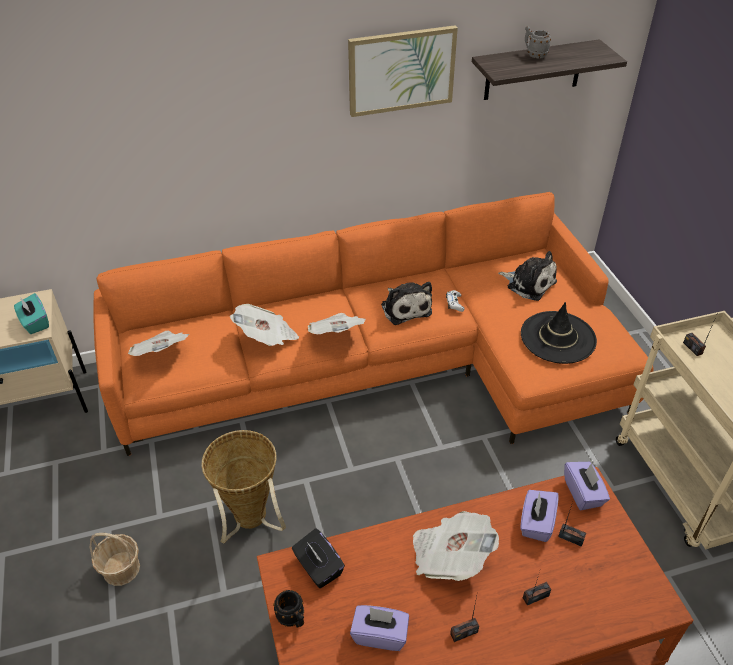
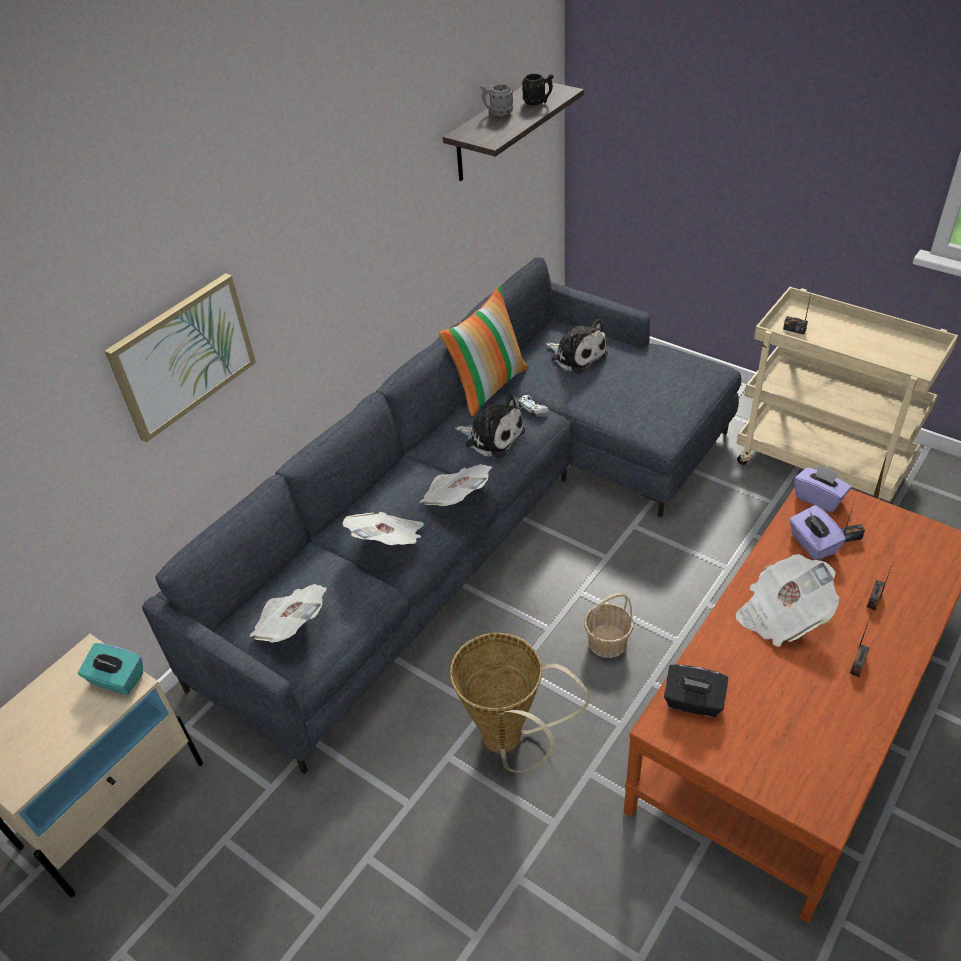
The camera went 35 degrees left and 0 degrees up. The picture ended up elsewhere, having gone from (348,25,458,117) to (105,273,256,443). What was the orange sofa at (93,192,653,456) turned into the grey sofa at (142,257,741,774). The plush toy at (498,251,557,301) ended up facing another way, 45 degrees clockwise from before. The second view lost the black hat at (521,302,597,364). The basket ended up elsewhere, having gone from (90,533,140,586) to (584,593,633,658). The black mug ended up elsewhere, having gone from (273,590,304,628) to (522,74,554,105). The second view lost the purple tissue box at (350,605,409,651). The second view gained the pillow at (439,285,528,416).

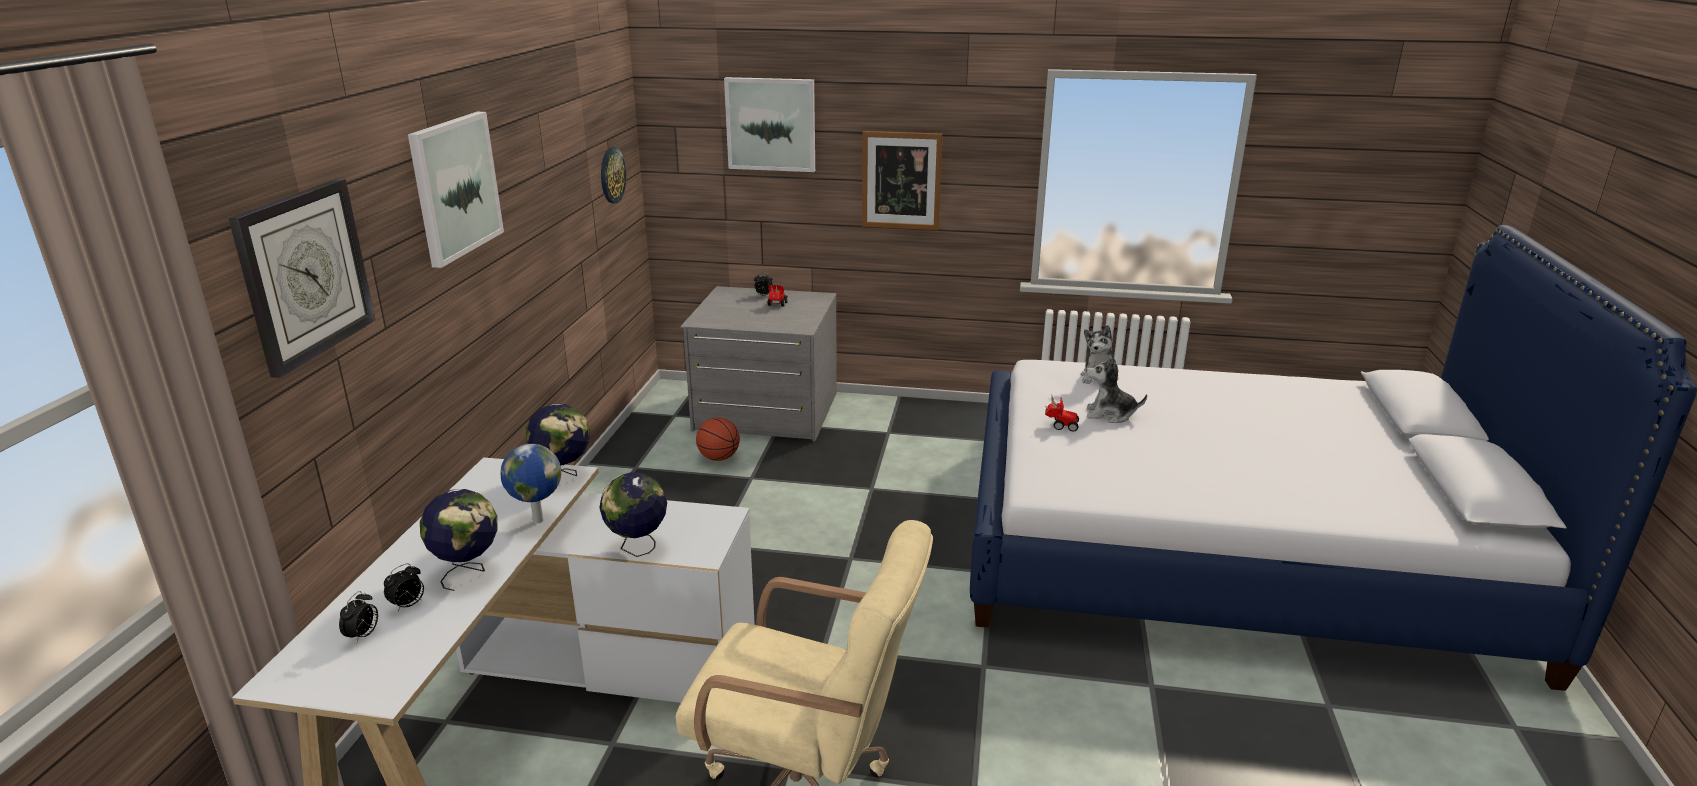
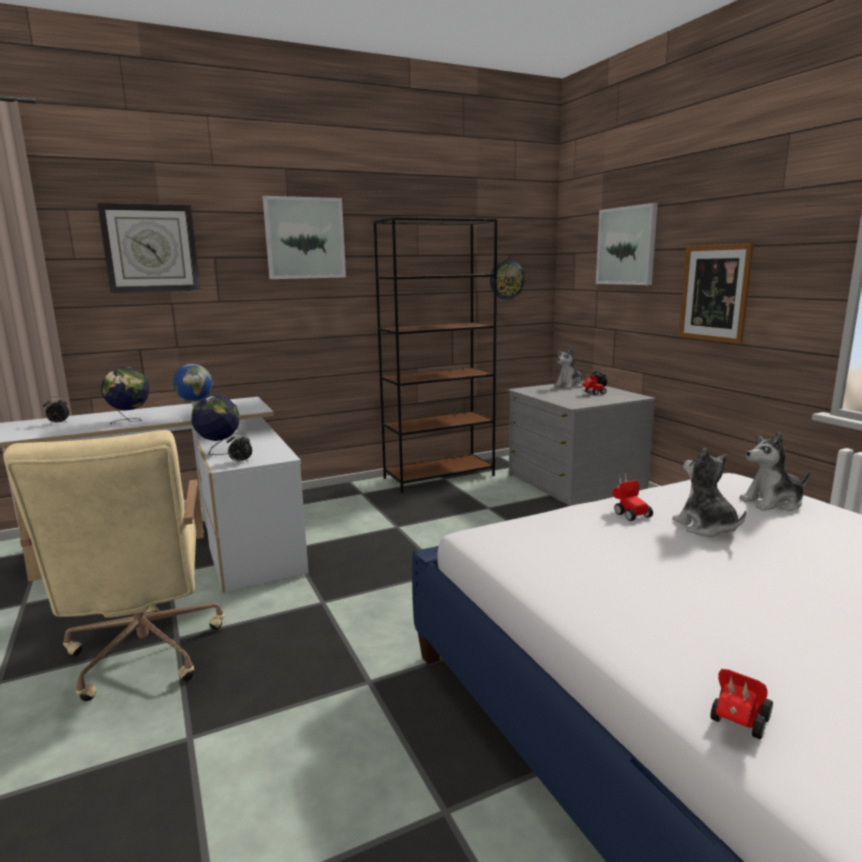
The camera went 55 degrees right and 10 degrees down. The second view lost the globe at (526,404,590,476). The second view lost the basketball at (696,417,740,461). The alarm clock ended up elsewhere, having gone from (384,563,424,611) to (227,433,252,462). The second view gained the brown bookcase at (373,217,497,493). The second view gained the plush toy at (554,346,583,389). The second view gained the toy car at (710,669,773,739).

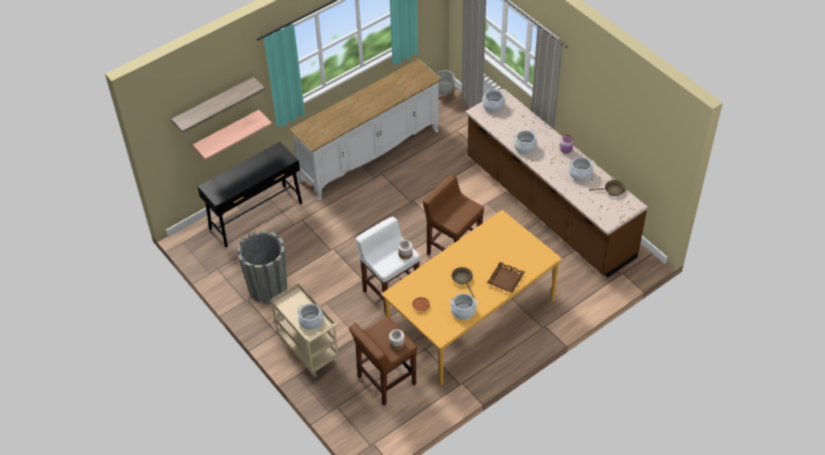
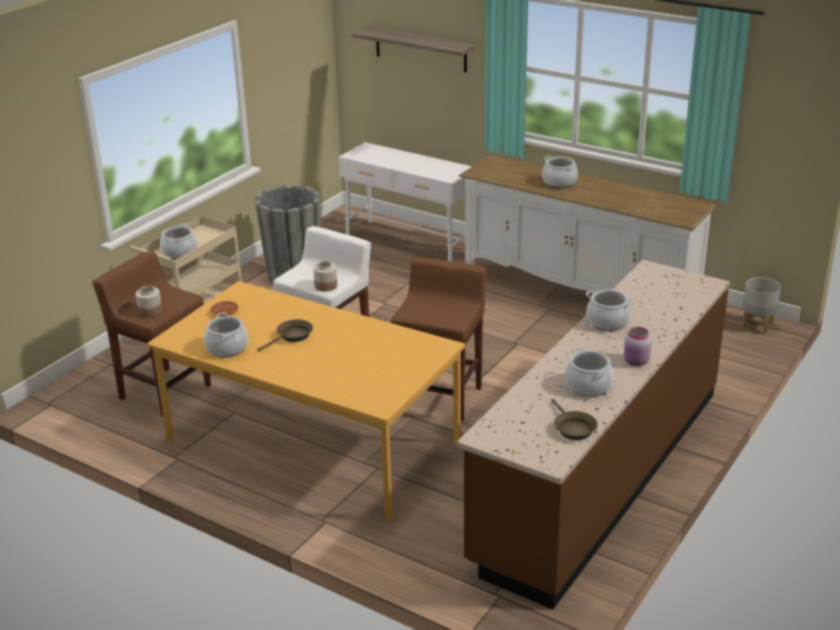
The camera went 70 degrees right and 20 degrees down. The cooking pot ended up elsewhere, having gone from (482,89,506,113) to (542,156,578,188). The second view lost the shelf at (192,110,272,160). What was the black console table at (198,142,302,247) turned into the white console table at (338,142,472,262). The second view lost the brown tray at (487,262,525,293).

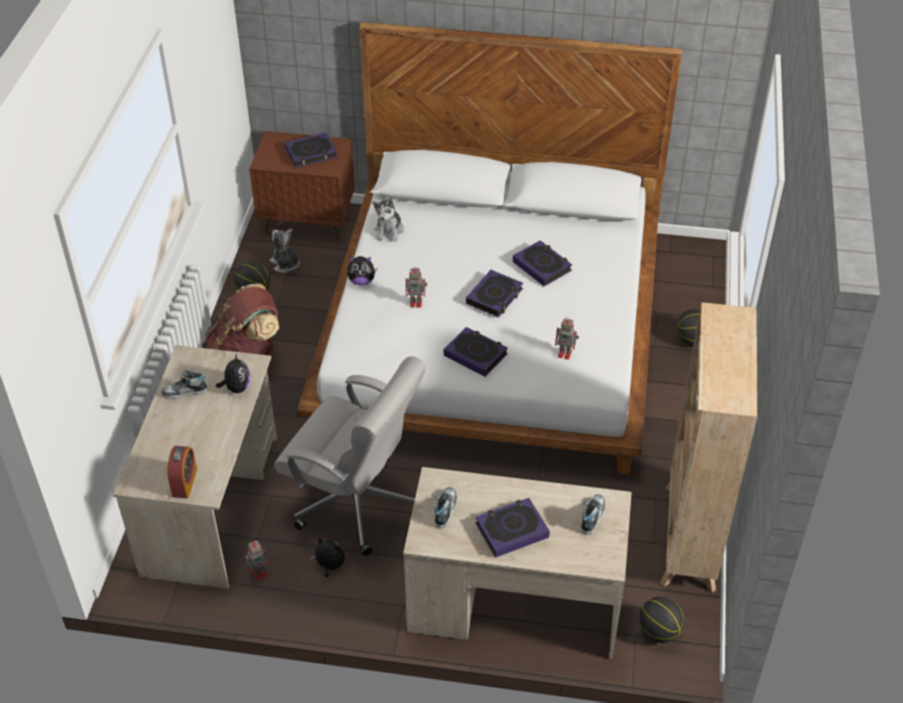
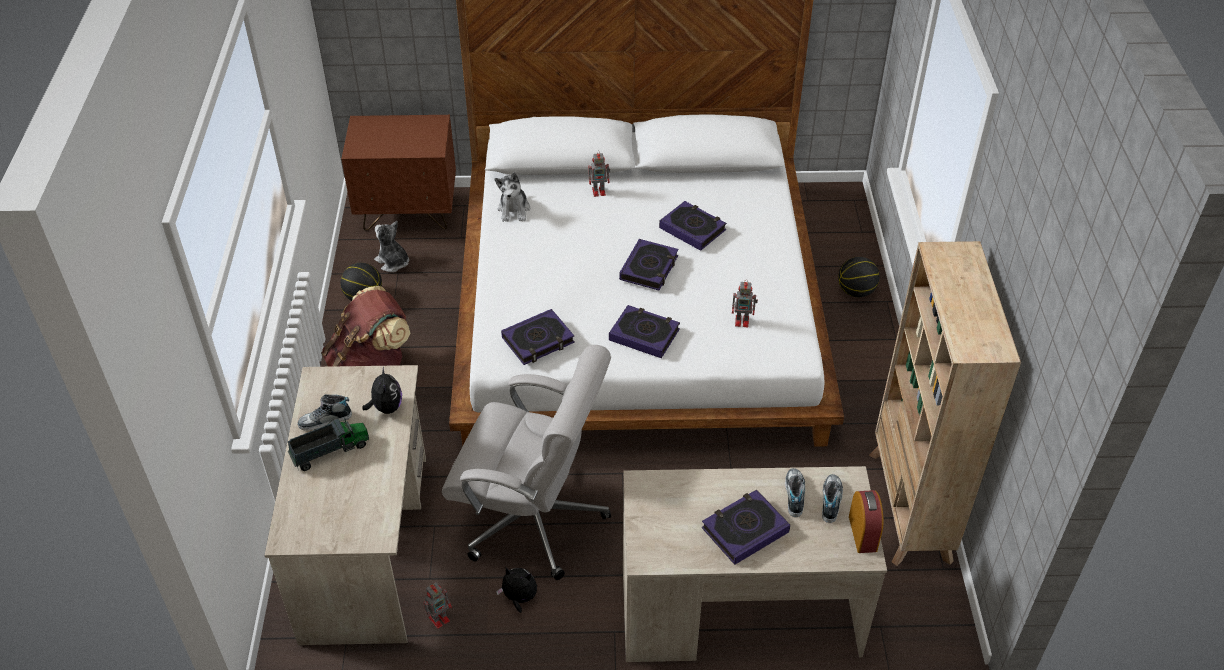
The camera went 10 degrees left and 0 degrees up. The book ended up elsewhere, having gone from (284,132,337,168) to (501,309,575,365). The second view lost the plush toy at (347,256,377,285). The toy robot ended up elsewhere, having gone from (406,266,427,308) to (588,151,610,197). The alarm clock ended up elsewhere, having gone from (167,446,197,498) to (849,490,883,553). The shoe ended up elsewhere, having gone from (434,487,457,529) to (785,468,805,517). The second view lost the basketball at (639,596,685,643). The second view gained the toy truck at (288,418,369,471).

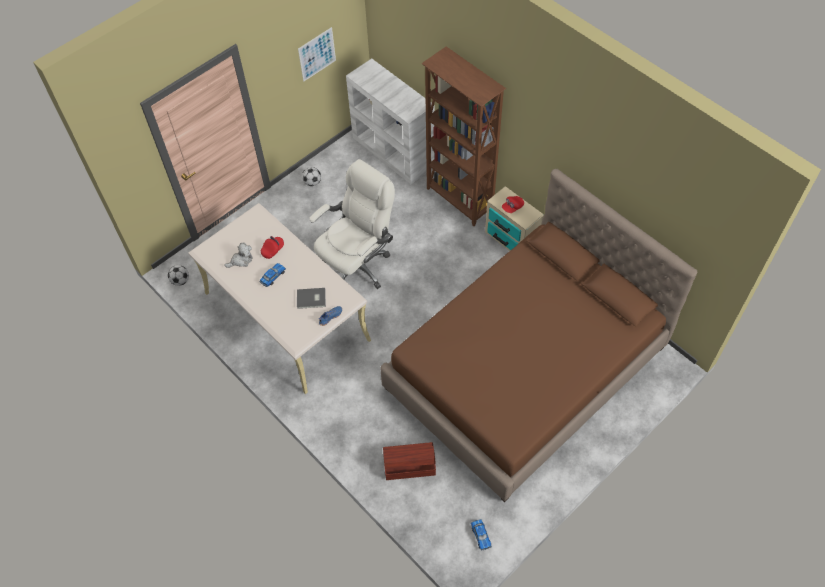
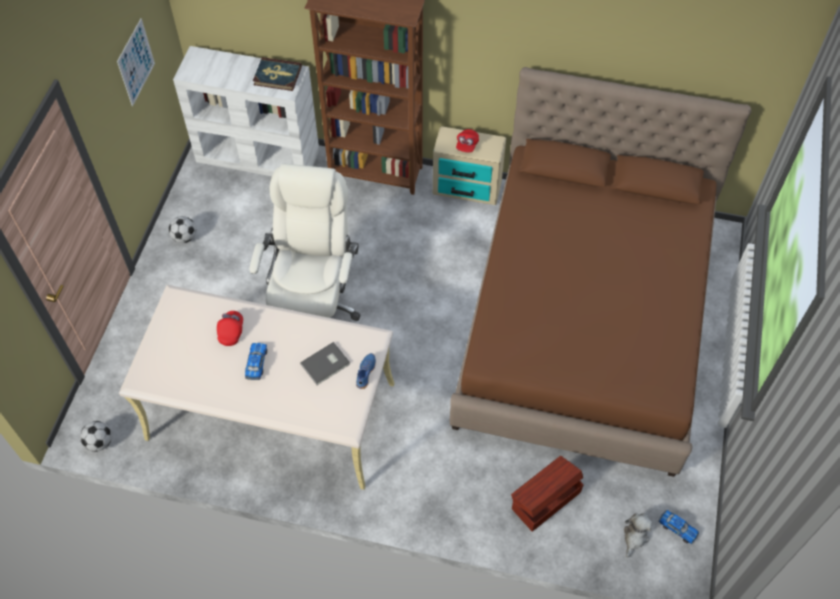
The camera went 35 degrees left and 0 degrees up. The plush toy ended up elsewhere, having gone from (224,243,253,268) to (624,513,652,557). The second view gained the book at (253,57,302,91).

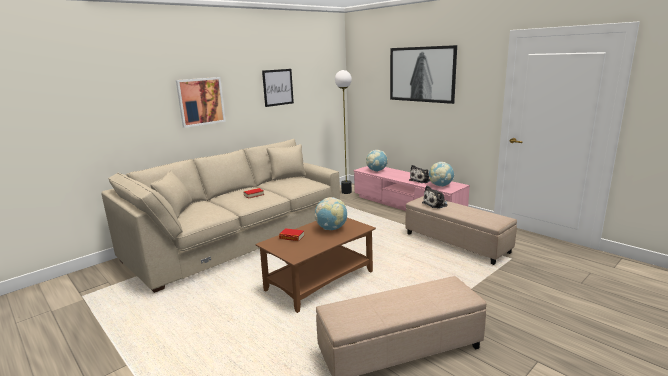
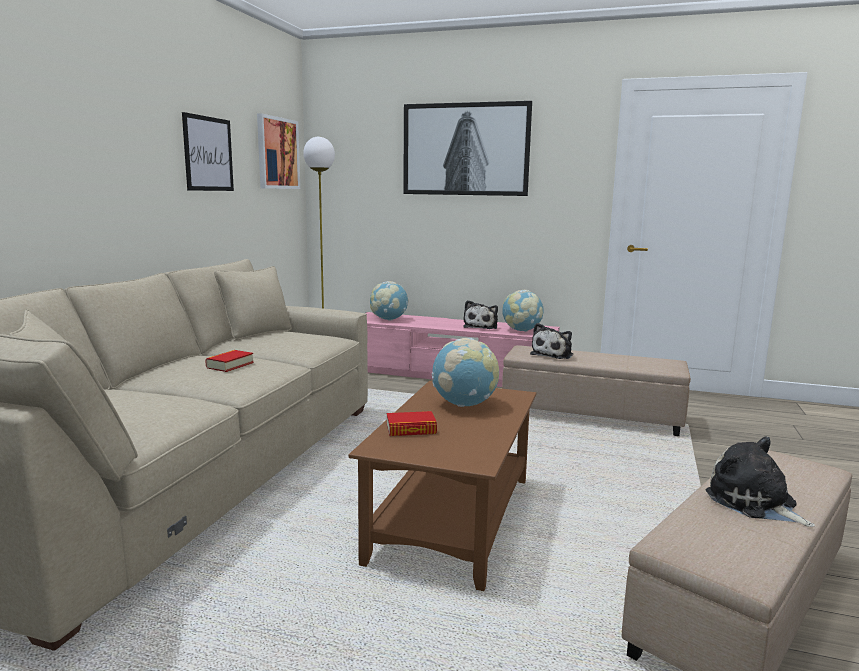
The camera went 30 degrees left and 5 degrees down. The picture ended up elsewhere, having gone from (176,77,226,128) to (257,113,300,189). The second view gained the plush toy at (706,436,815,527).

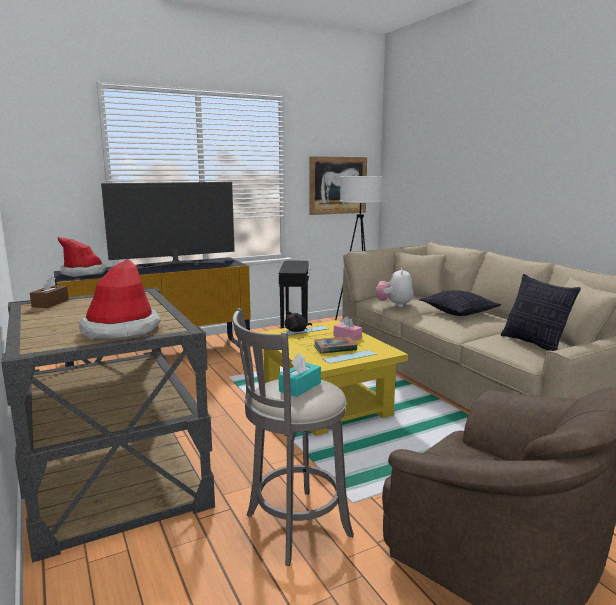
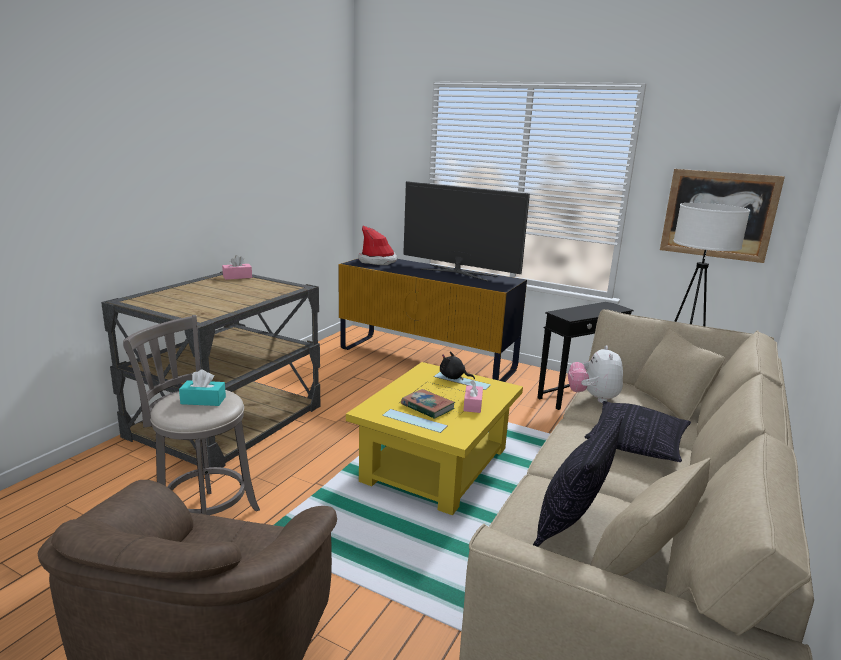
The camera went 55 degrees right and 5 degrees up. The second view lost the hat at (79,259,160,339). The plush toy at (376,268,413,307) ended up facing another way, 60 degrees counterclockwise from before. What was the brown tissue box at (30,275,69,308) turned into the pink tissue box at (222,255,252,280).

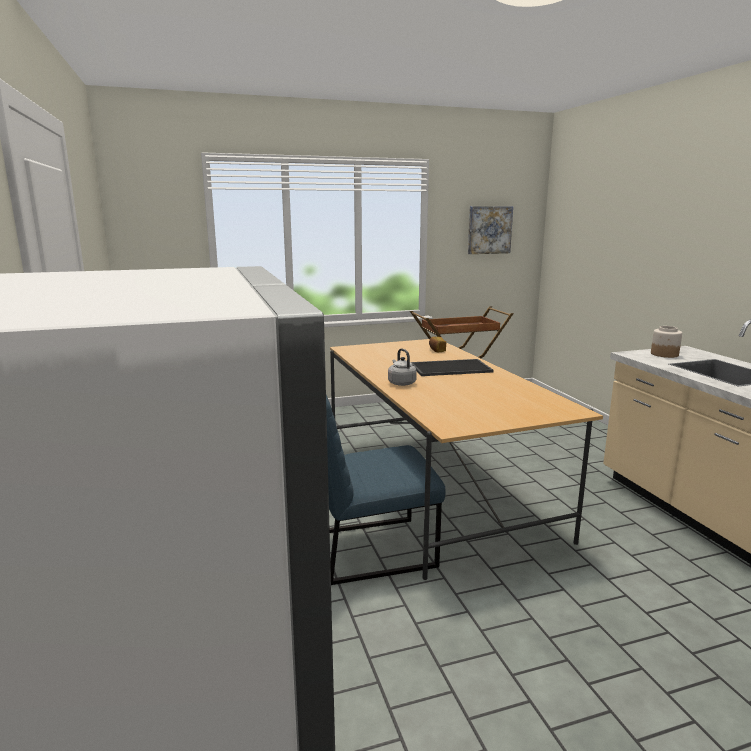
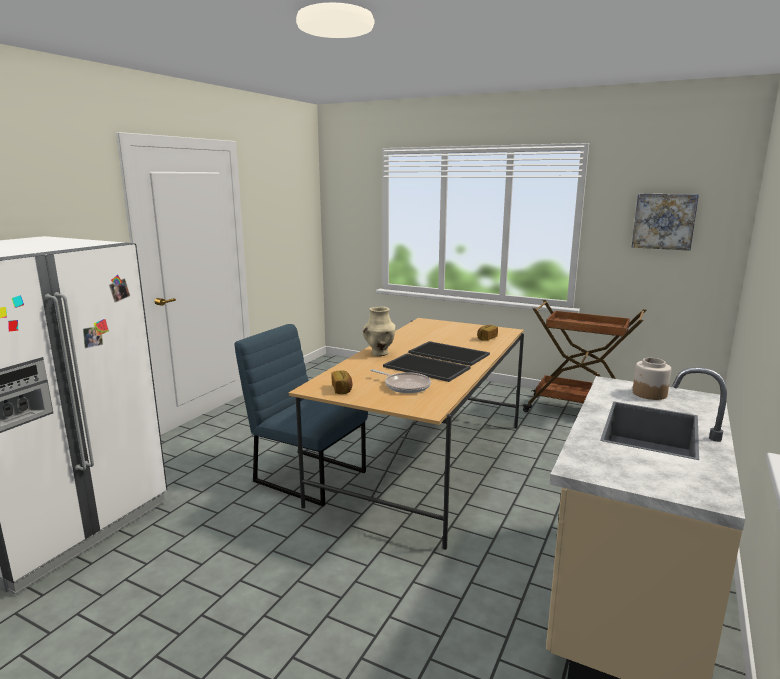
The camera went 45 degrees right and 0 degrees up. Where the grey kettle stood at (388,348,417,386), the beige vase came to stand at (363,307,396,356). The second view gained the tray at (383,353,470,382). The second view gained the frying pan at (370,369,431,393). The second view gained the bread at (331,370,353,394).

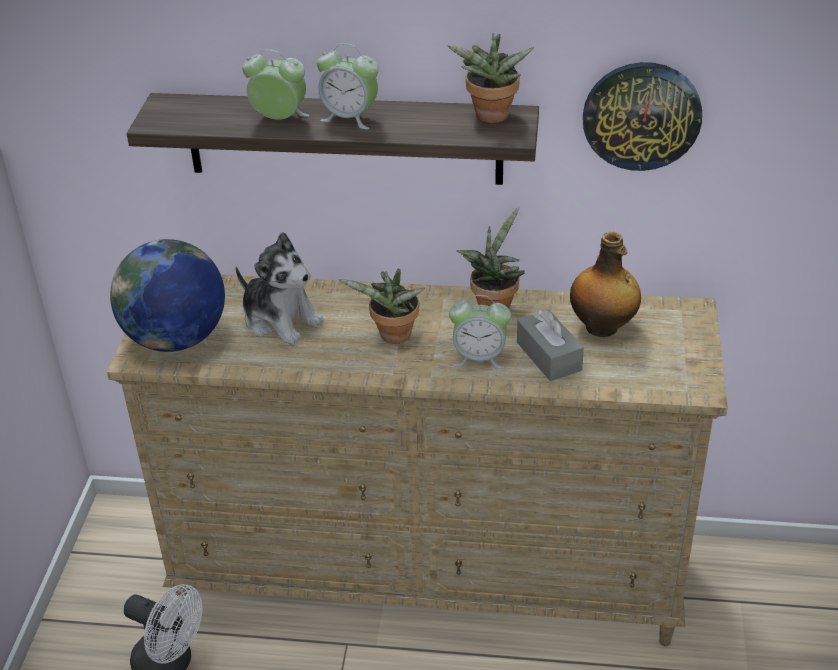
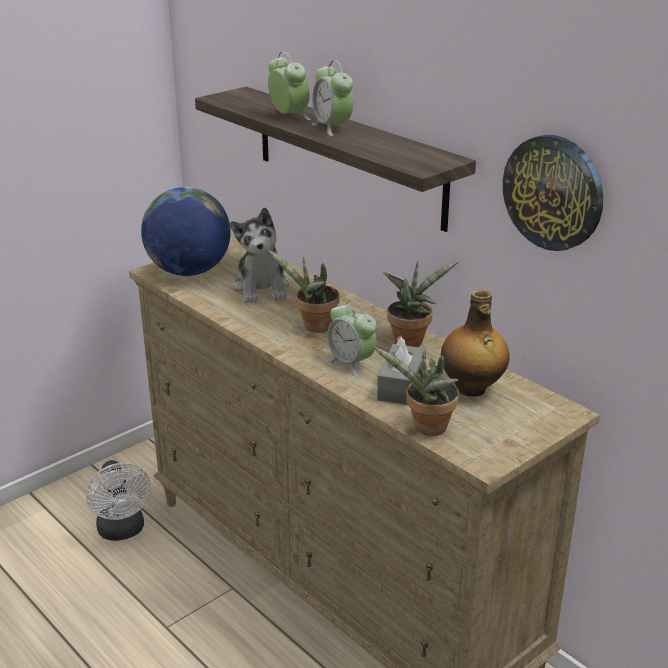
The camera went 40 degrees right and 10 degrees down. The potted plant ended up elsewhere, having gone from (448,33,534,123) to (373,346,459,436).

